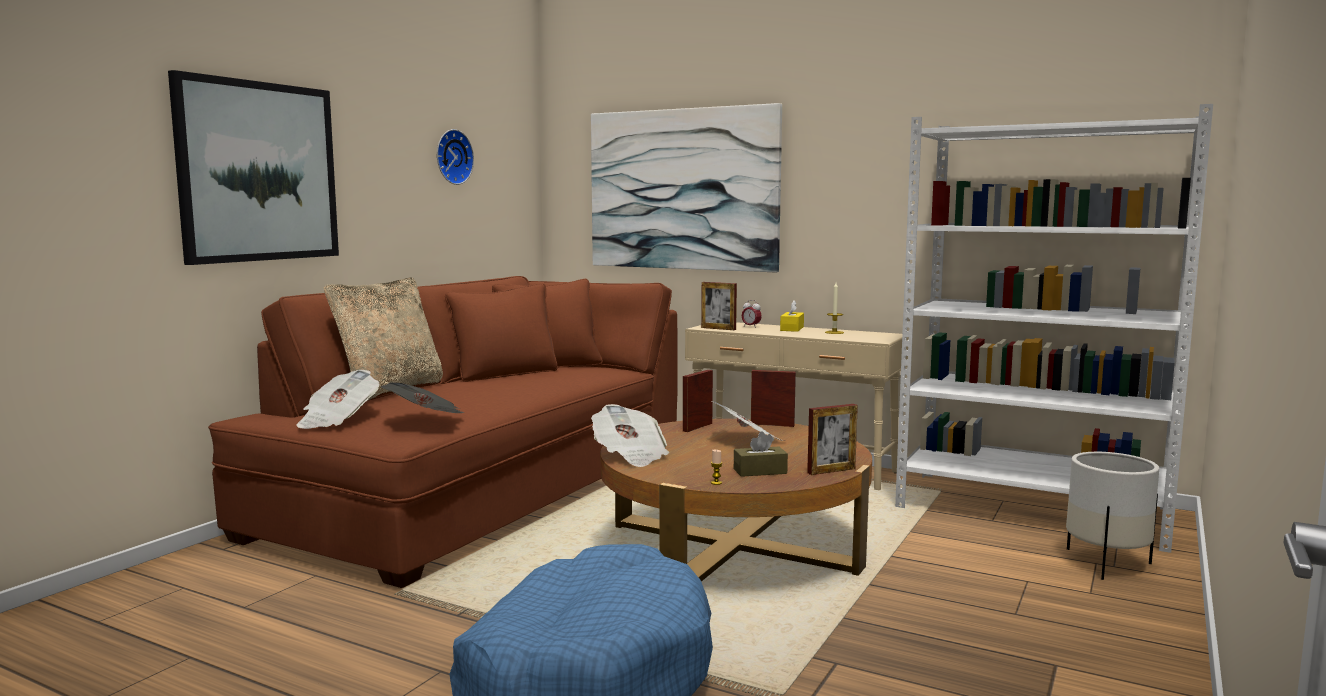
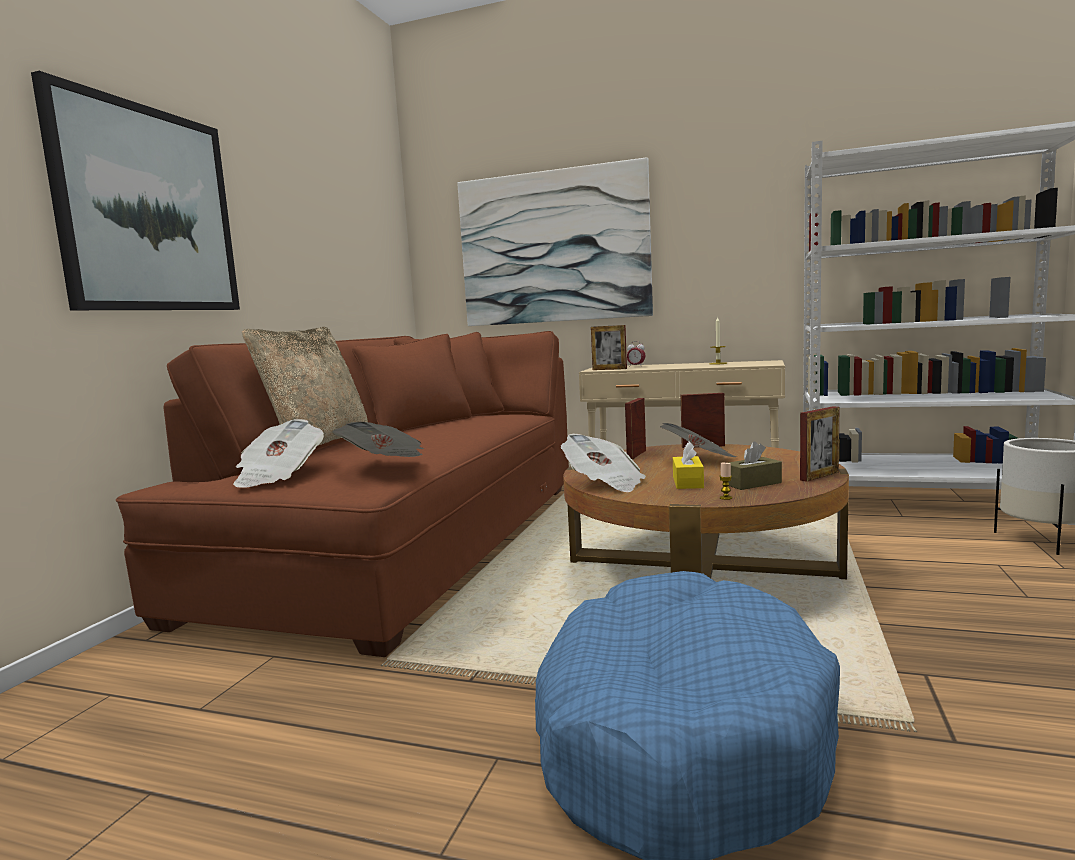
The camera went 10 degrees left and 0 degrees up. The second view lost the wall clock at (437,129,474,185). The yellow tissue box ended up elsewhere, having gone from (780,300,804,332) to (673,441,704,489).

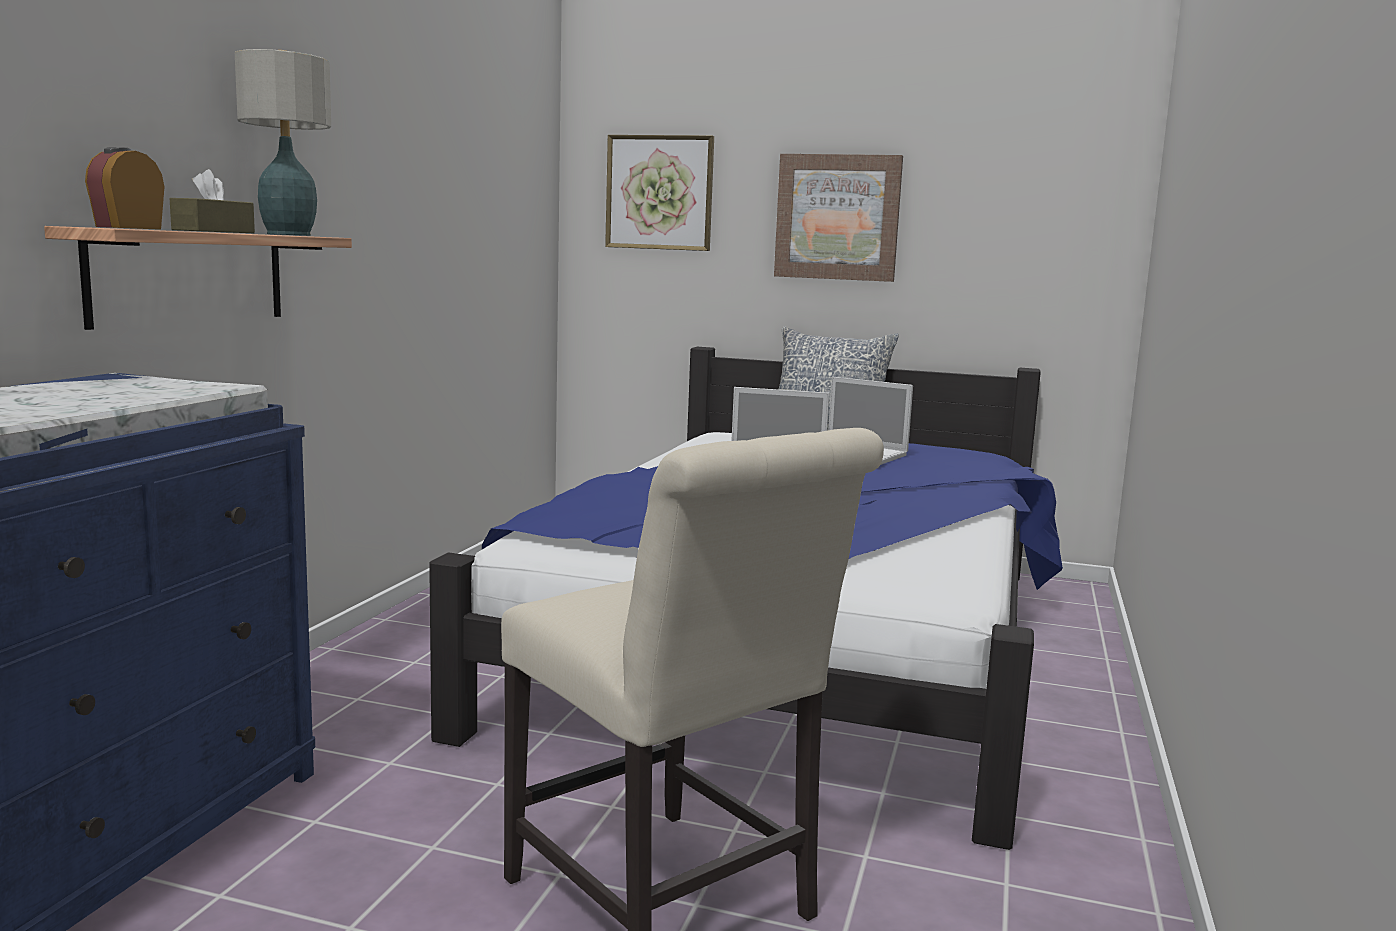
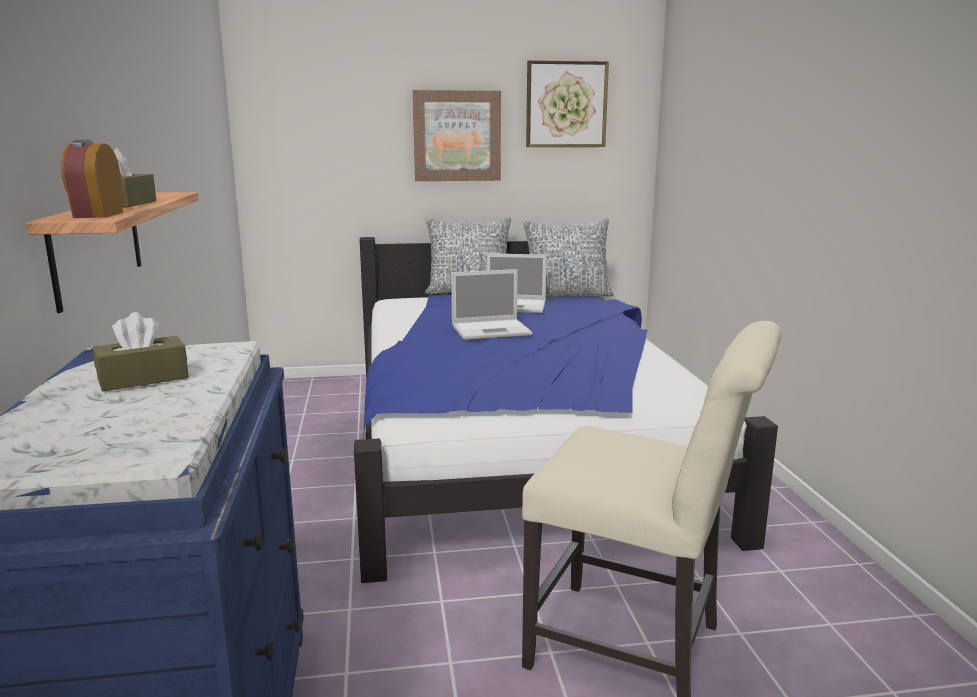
The camera went 25 degrees left and 5 degrees up. The second view lost the table lamp at (235,49,331,236). The picture ended up elsewhere, having gone from (605,135,714,251) to (526,60,609,147). The second view gained the pillow at (522,218,614,298). The second view gained the brown tissue box at (93,312,189,391).

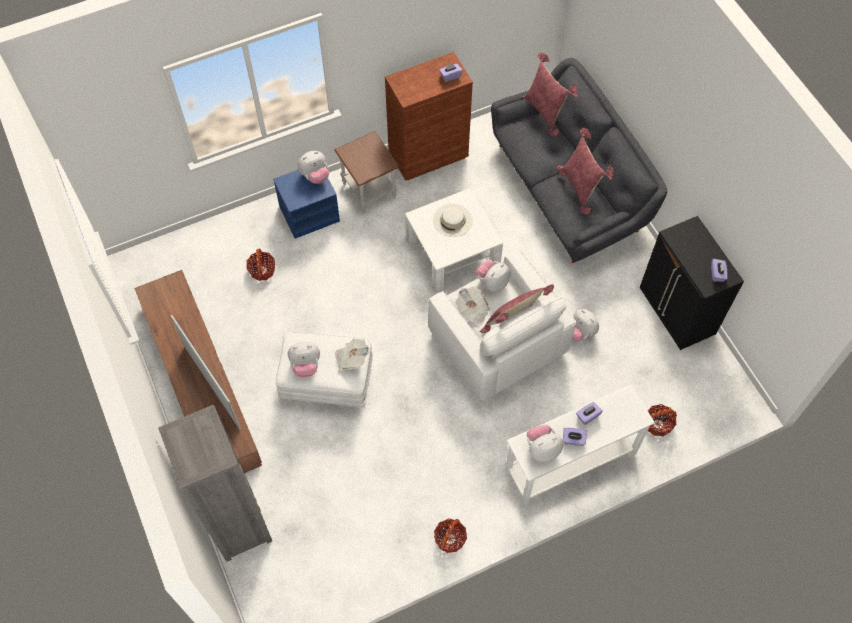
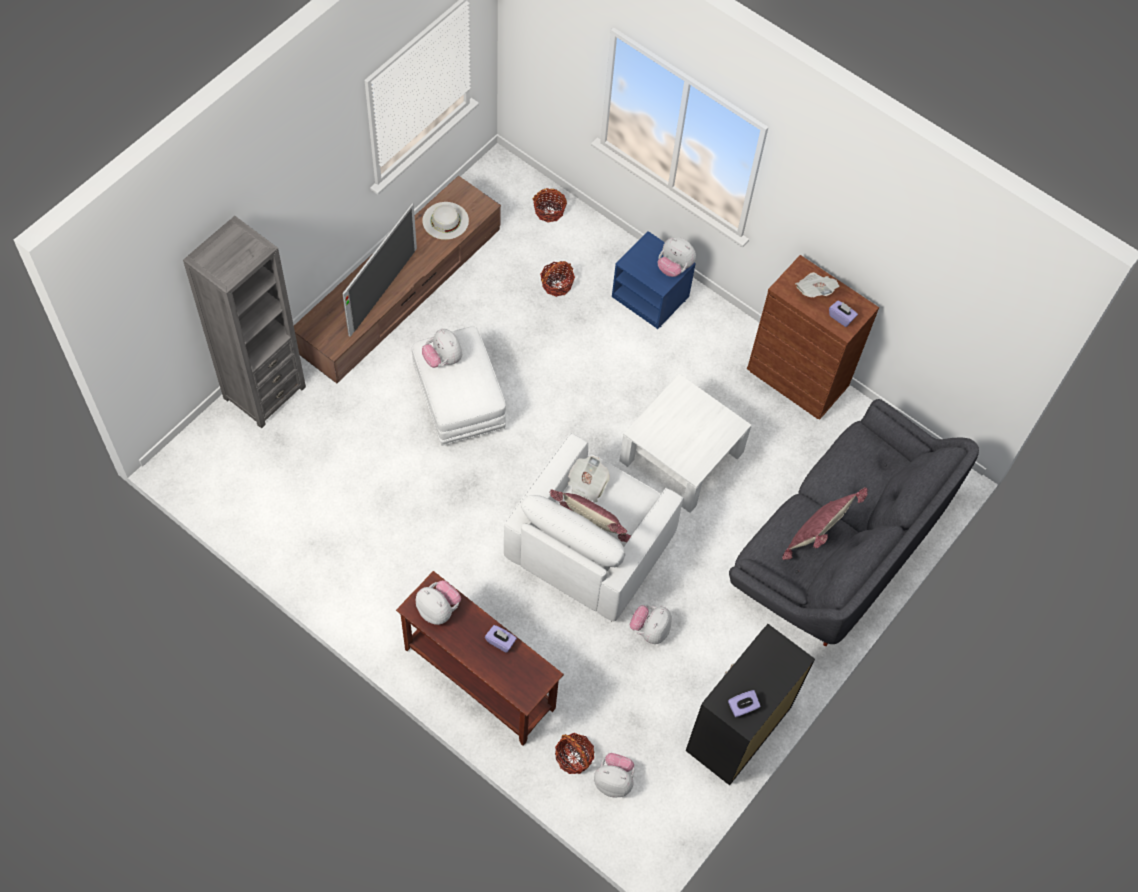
The camera went 60 degrees right and 0 degrees up. The second view lost the red pillow at (522,53,578,137). The second view lost the brown side table at (334,131,400,213). The white hat ended up elsewhere, having gone from (433,204,473,237) to (422,202,469,240). The plush toy ended up elsewhere, having gone from (475,260,510,292) to (594,753,635,798). The newspaper ended up elsewhere, having gone from (335,339,369,370) to (795,272,839,297). What was the white console table at (505,385,655,506) turned into the brown console table at (396,571,564,746). The second view lost the purple tissue box at (563,428,587,446). The basket ended up elsewhere, having gone from (434,518,467,553) to (533,188,567,223).

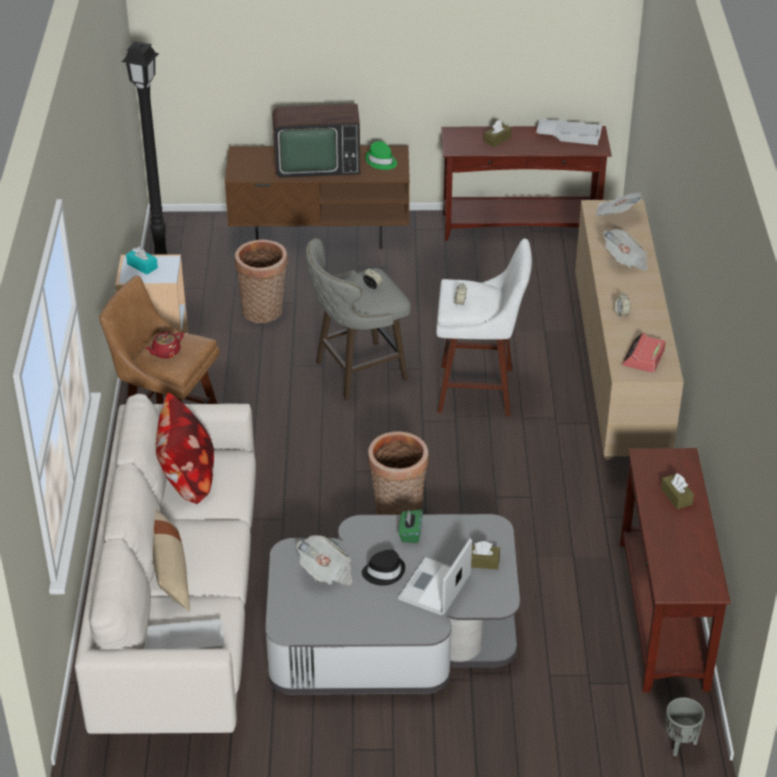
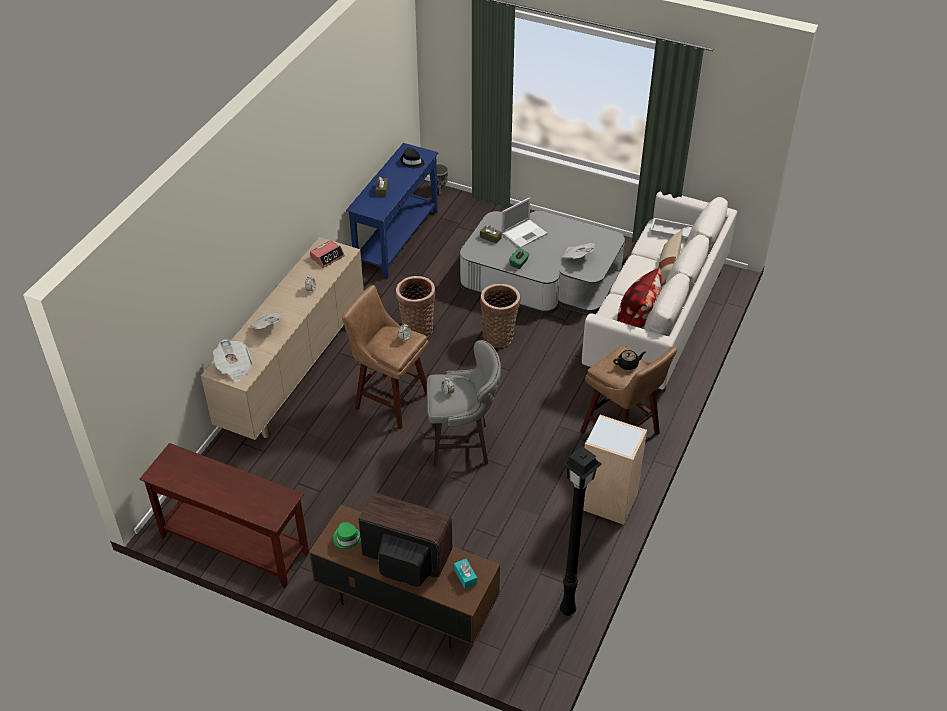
The camera went 155 degrees left and 5 degrees up. The second view lost the white tray at (536,118,602,145). The second view lost the brown tissue box at (484,120,512,147). What was the white stool at (436,238,532,416) turned into the brown stool at (342,285,429,429). The basket ended up elsewhere, having gone from (235,240,288,323) to (396,276,435,338). The turquoise tissue box ended up elsewhere, having gone from (126,246,158,275) to (454,559,477,589). What was the red teapot at (145,332,184,359) turned into the black teapot at (614,350,646,370). What was the brown console table at (620,448,731,692) turned into the blue console table at (346,143,438,278). The black hat ended up elsewhere, having gone from (362,550,405,586) to (400,148,425,168).

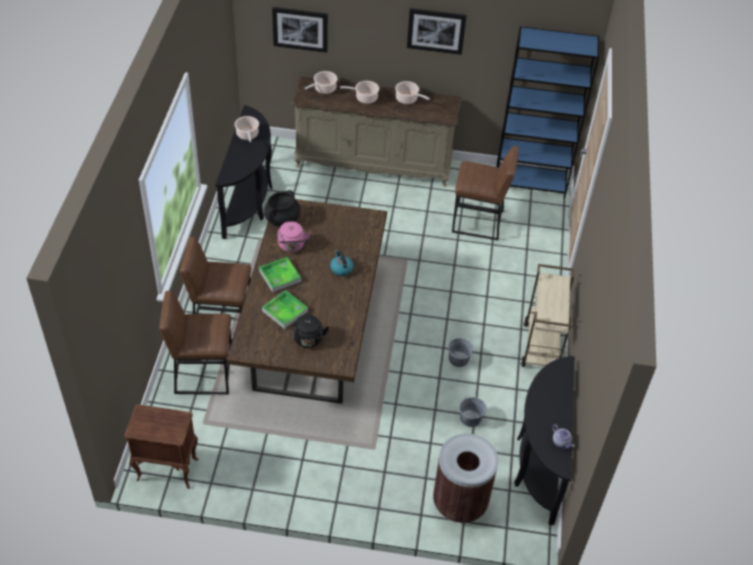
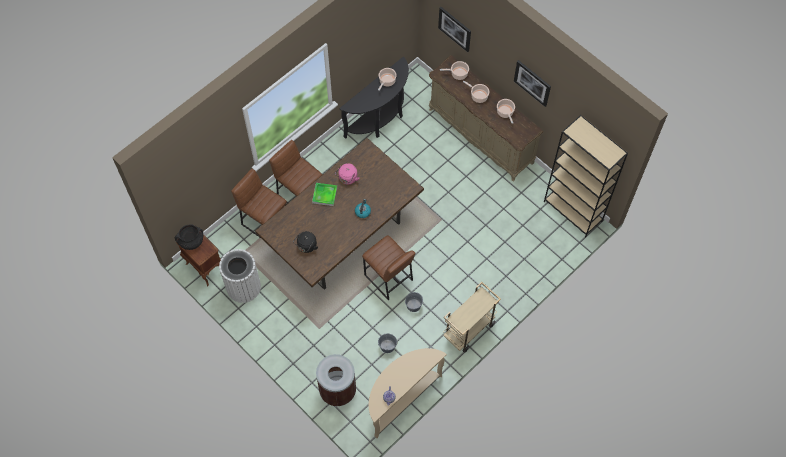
The camera went 40 degrees right and 15 degrees up. What was the blue bookcase at (496,26,599,198) turned into the beige bookcase at (544,115,628,238). The brown chair ended up elsewhere, having gone from (452,146,519,240) to (362,235,415,300). The black cooking pot ended up elsewhere, having gone from (264,190,300,226) to (175,224,203,250). The second view lost the tray at (262,290,308,329). What was the black console table at (514,356,575,525) turned into the beige console table at (369,348,447,438). The second view gained the white trash can at (219,249,261,303).

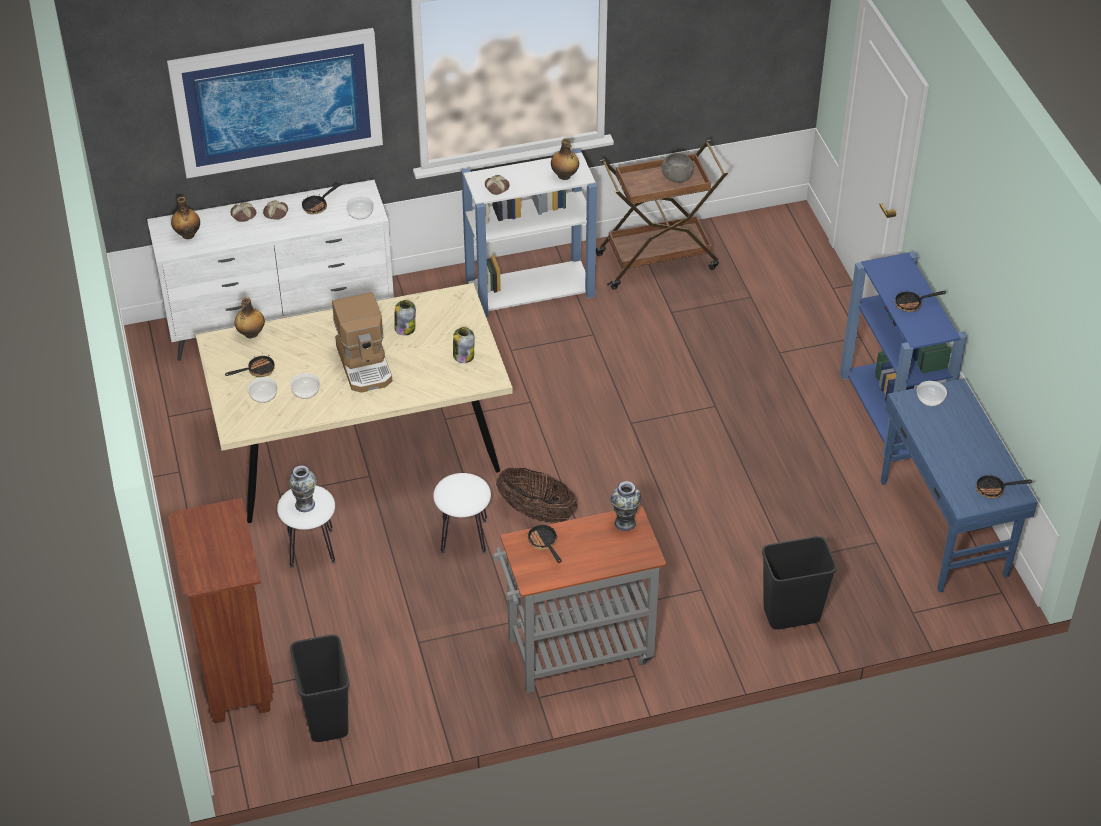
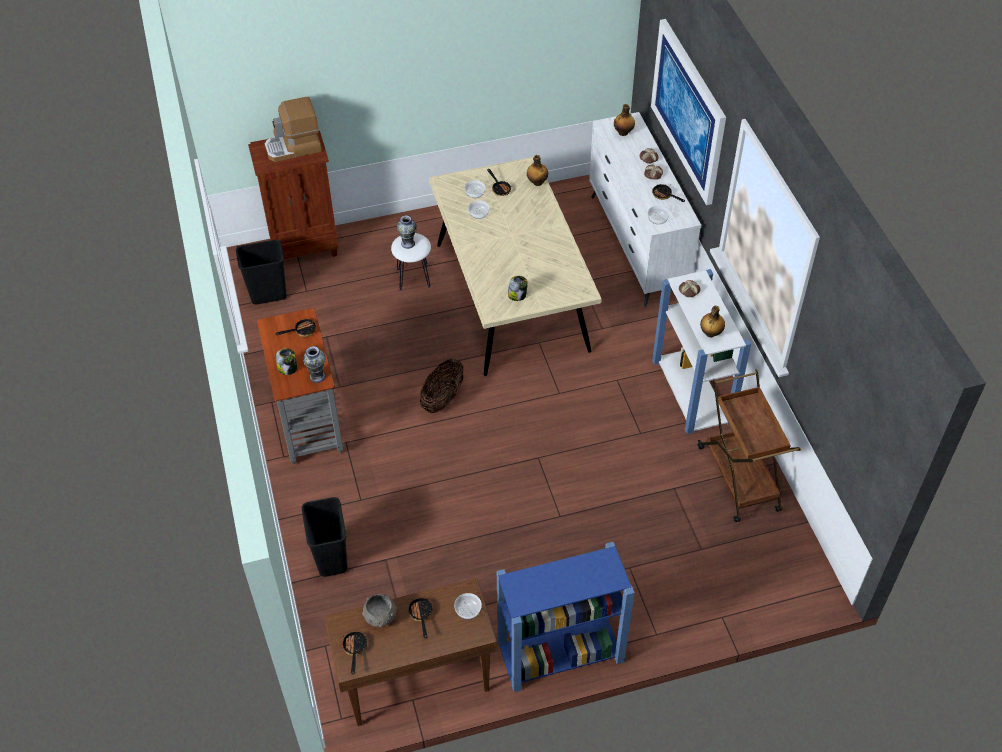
The camera went 90 degrees right and 5 degrees up. The grey bowl ended up elsewhere, having gone from (661,153,695,183) to (362,594,397,627). The frying pan ended up elsewhere, having gone from (895,289,946,312) to (408,598,433,639). The coffee machine ended up elsewhere, having gone from (332,292,392,393) to (264,97,322,162). The jar ended up elsewhere, having gone from (394,300,416,336) to (276,348,297,375). What was the blue console table at (881,378,1037,593) turned into the brown console table at (324,578,498,726). The second view lost the white stool at (433,473,491,554).

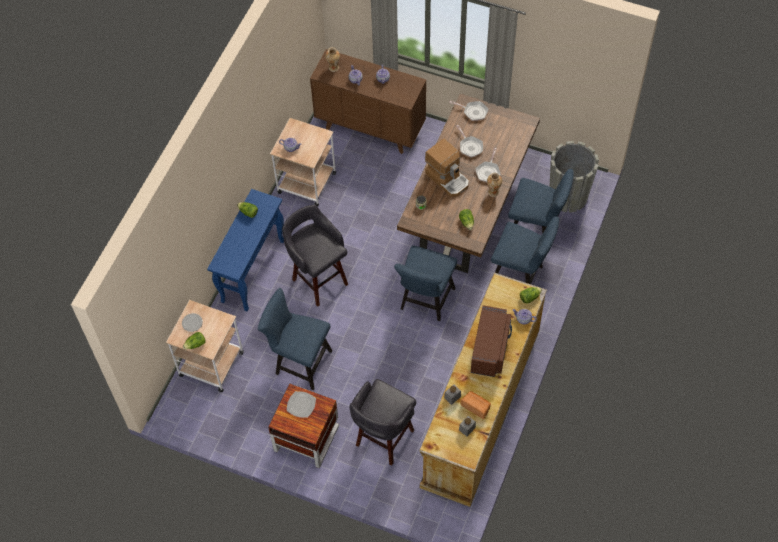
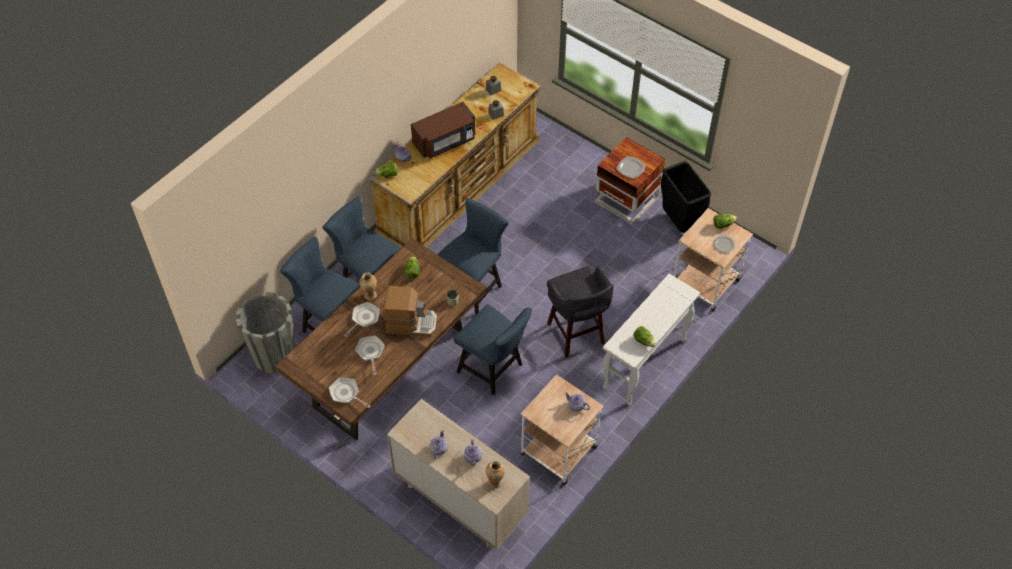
The camera went 165 degrees left and 5 degrees down. What was the brown dresser at (310,49,426,154) turned into the white dresser at (387,399,530,550). The coffee machine at (425,139,469,197) ended up facing another way, 120 degrees clockwise from before. What was the blue console table at (207,189,284,311) turned into the white console table at (603,274,700,405). The blue chair ended up elsewhere, having gone from (258,288,332,390) to (454,304,532,395). The brown microwave at (471,305,512,377) ended up facing another way, 150 degrees counterclockwise from before. The second view lost the grey stool at (350,379,416,466). The second view lost the bread at (461,391,491,419). The second view gained the black trash can at (661,162,711,233).

